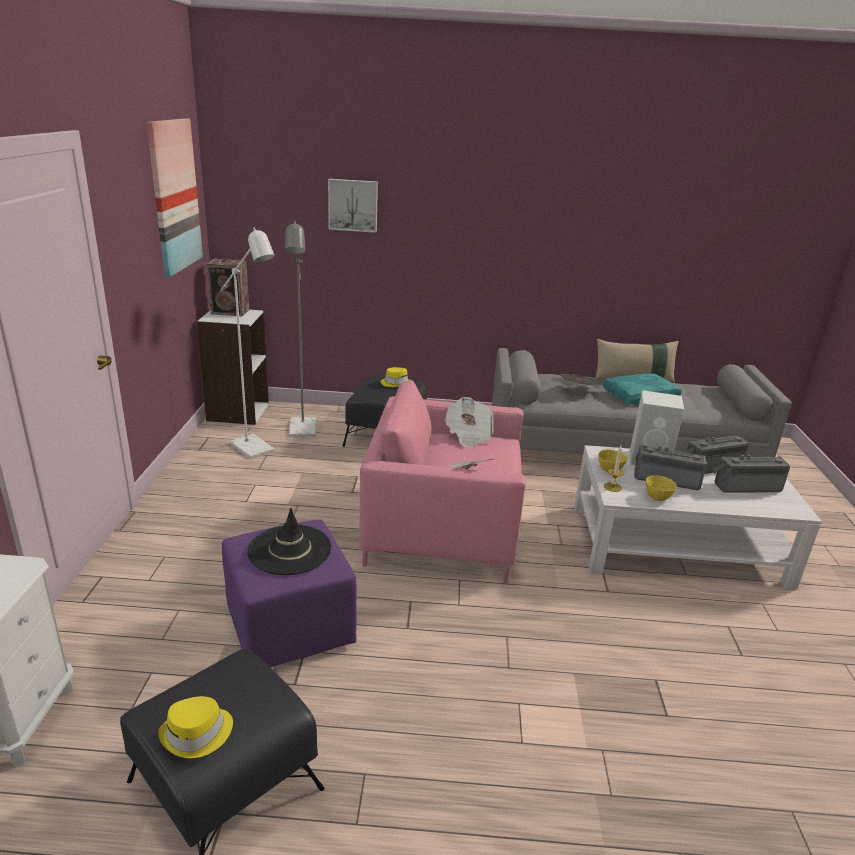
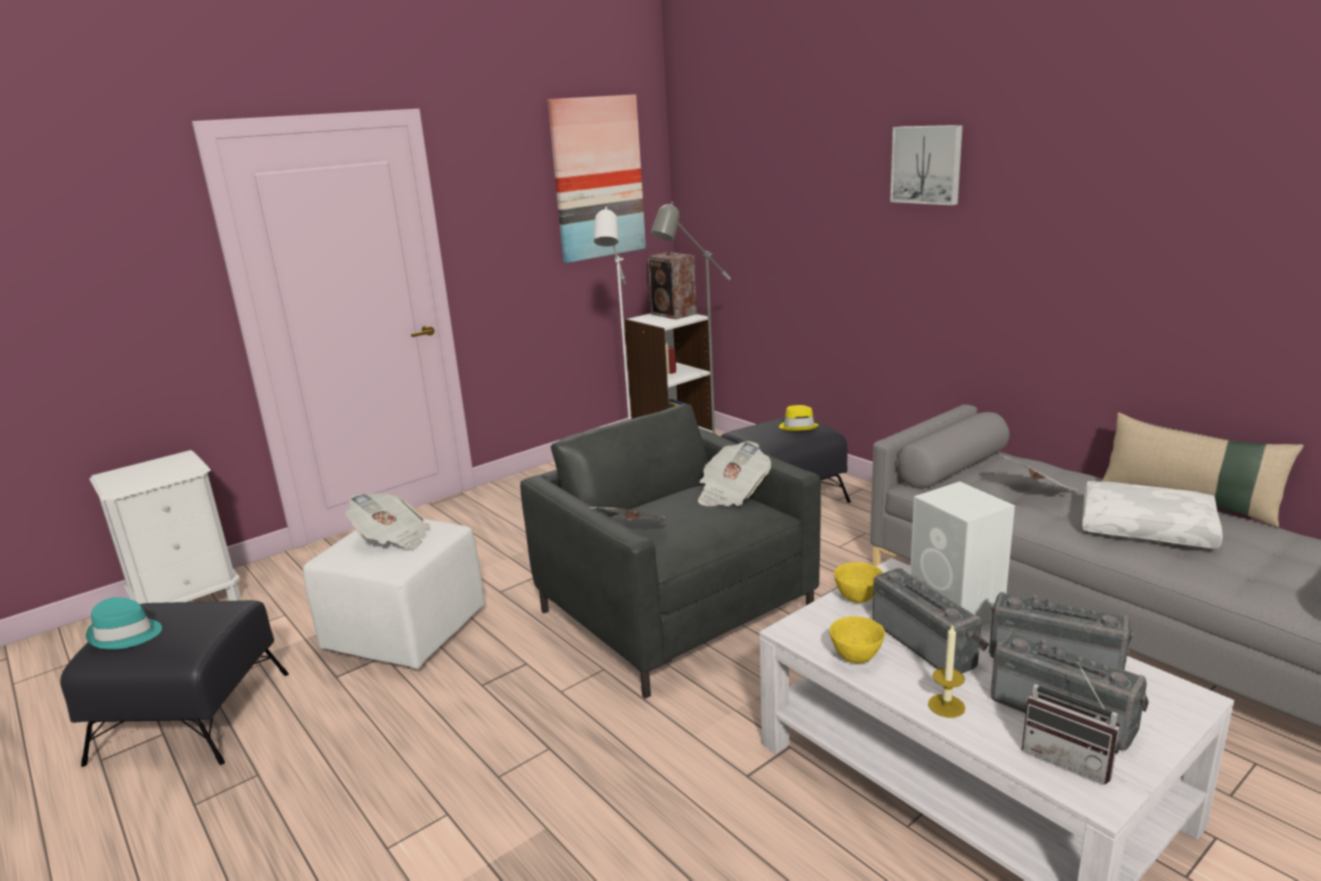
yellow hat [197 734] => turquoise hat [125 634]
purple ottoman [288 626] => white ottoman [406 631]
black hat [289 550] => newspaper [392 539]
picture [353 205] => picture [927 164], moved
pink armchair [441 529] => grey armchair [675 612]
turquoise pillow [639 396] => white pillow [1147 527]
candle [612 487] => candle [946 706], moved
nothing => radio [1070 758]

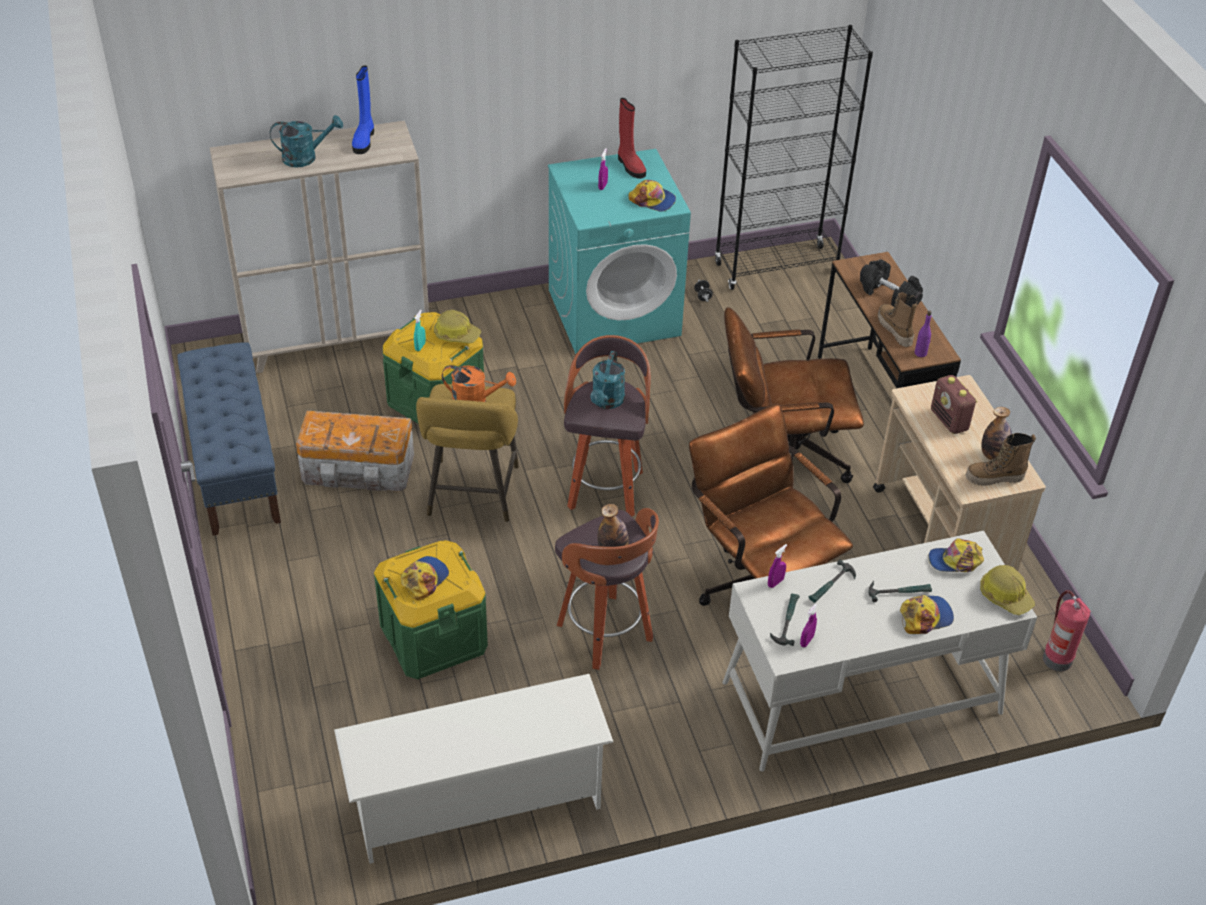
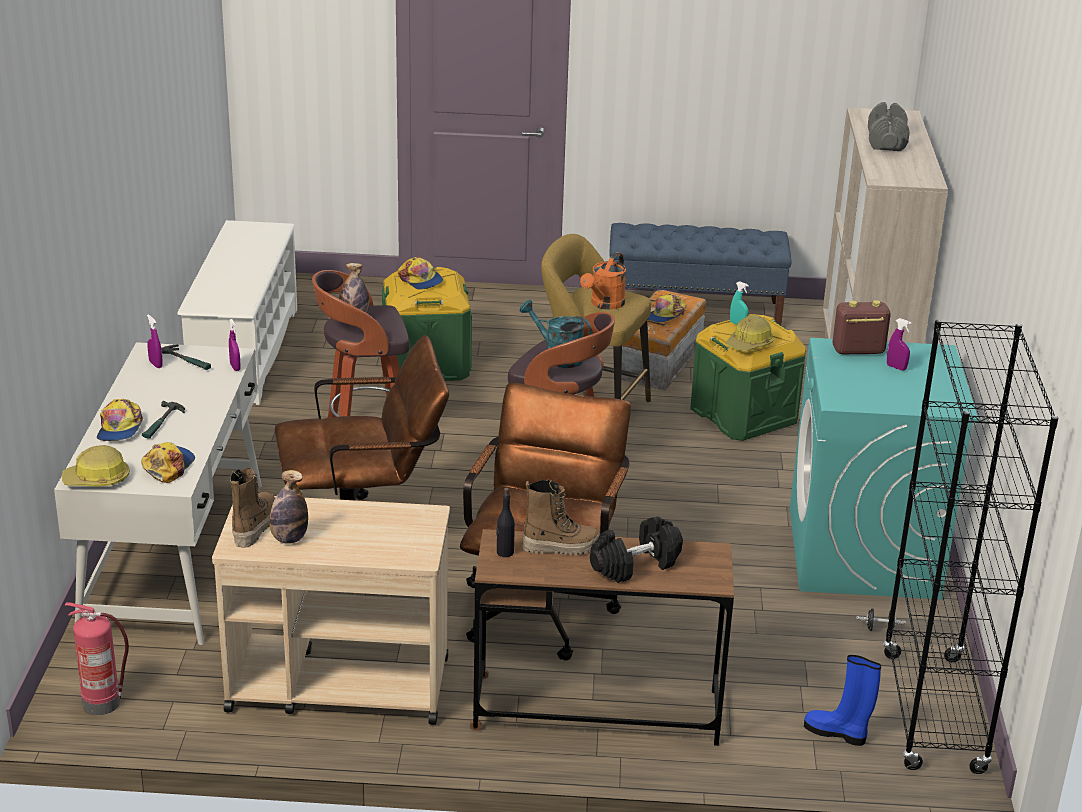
turquoise watering can [306 157] => grey dumbbell [886 141]
blue boot [364 140] => blue boot [837 733], moved
red boot [630 166] => nothing
cap [653 200] => cap [665 316], moved
hammer [831 586] => nothing
purple bottle [920 353] => black bottle [504 552]
radio [949 421] => radio [857 351], moved

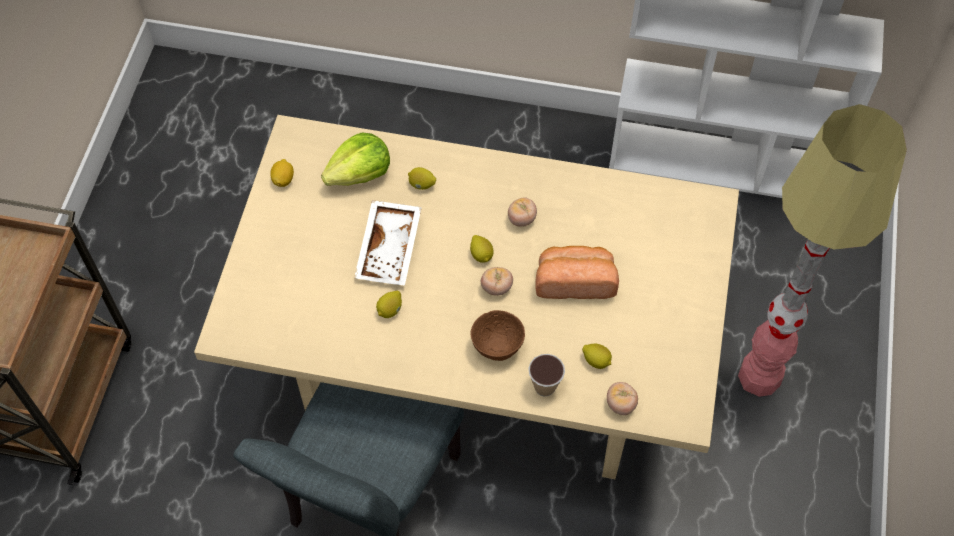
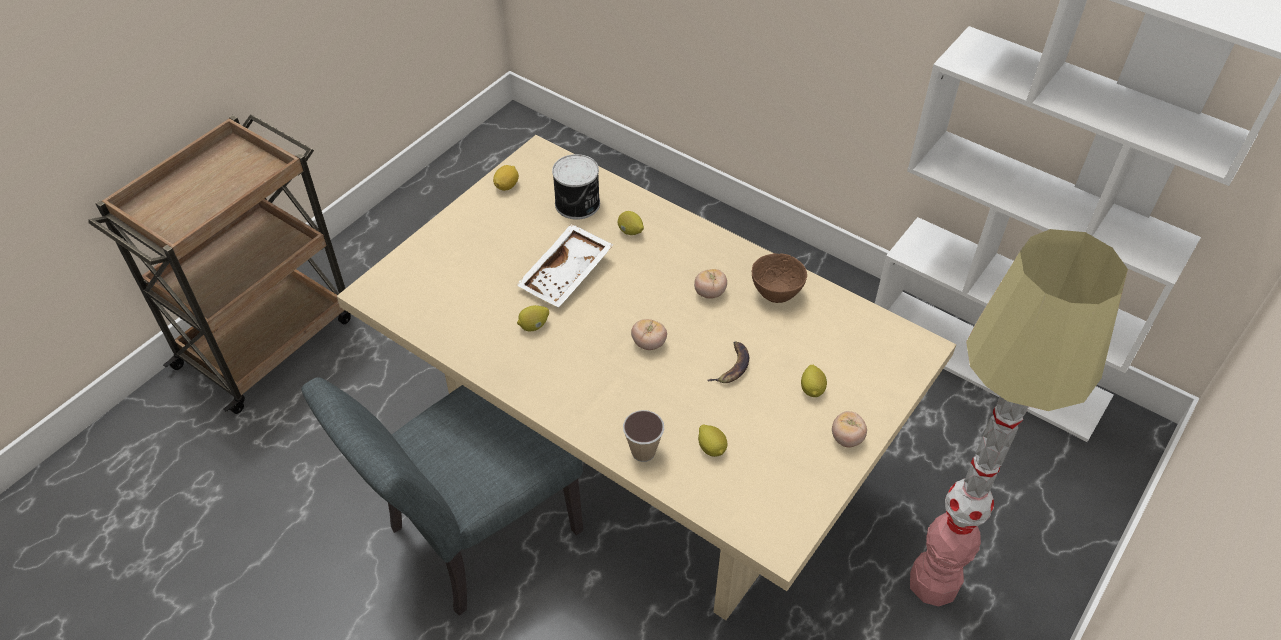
lettuce [360 174] => can [578 204]
lemon [481 255] => lemon [812 389], moved
brown bowl [497 348] => brown bowl [776 295], moved
bread [575 281] => banana [732 366]
tomato [620 404] => tomato [846 438], moved

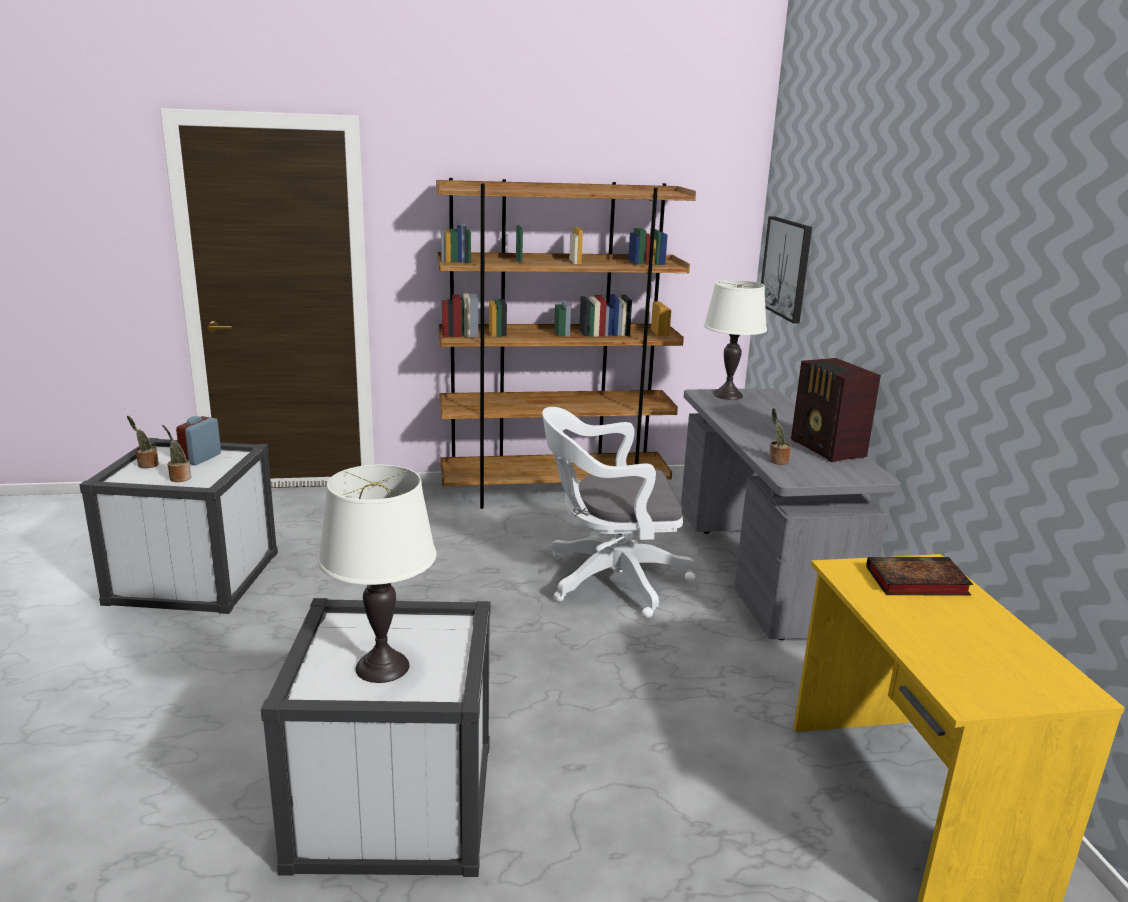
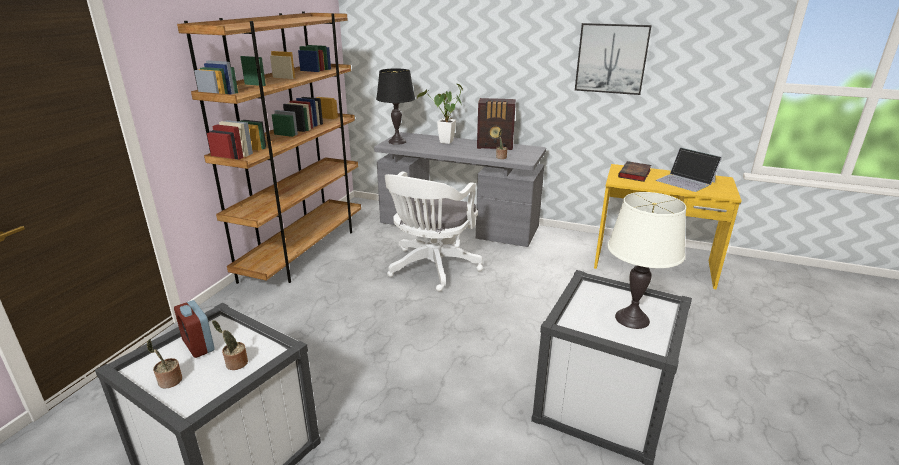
white table lamp [728 395] => black table lamp [397 142]
picture [786 268] => picture [611 58], moved
nothing => potted plant [445 143]
nothing => laptop [686 181]

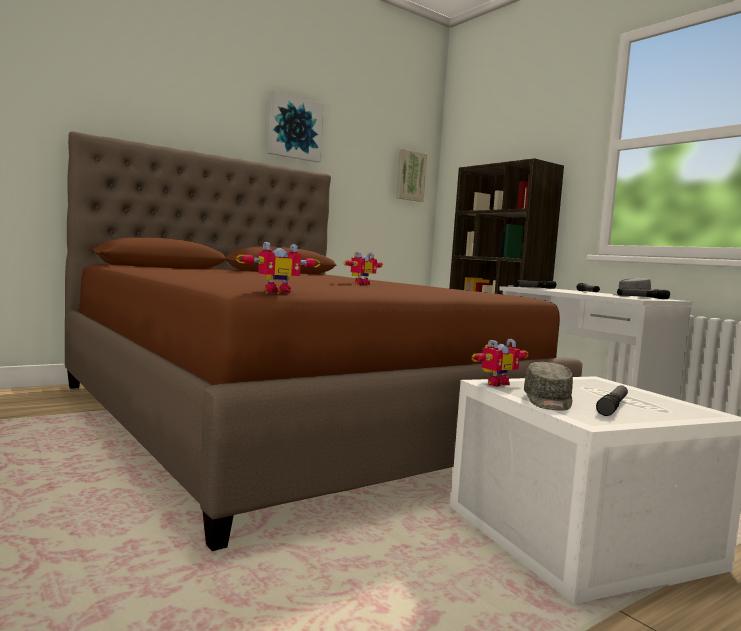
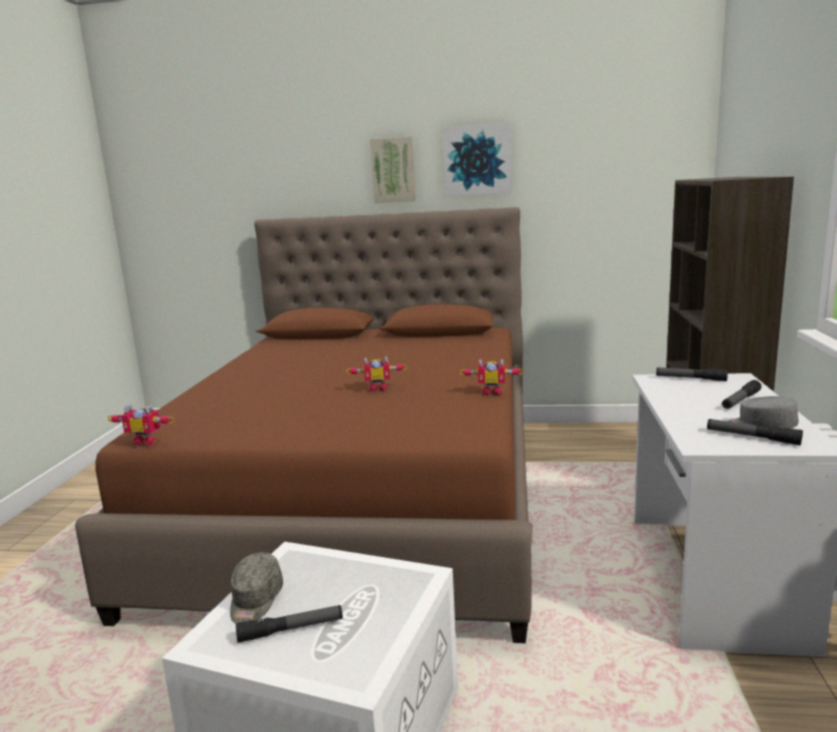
picture [410 176] => picture [393 170], moved
toy robot [495 383] => toy robot [492 392], moved
grey cap [548 401] => grey cap [255 601], 45 degrees counterclockwise

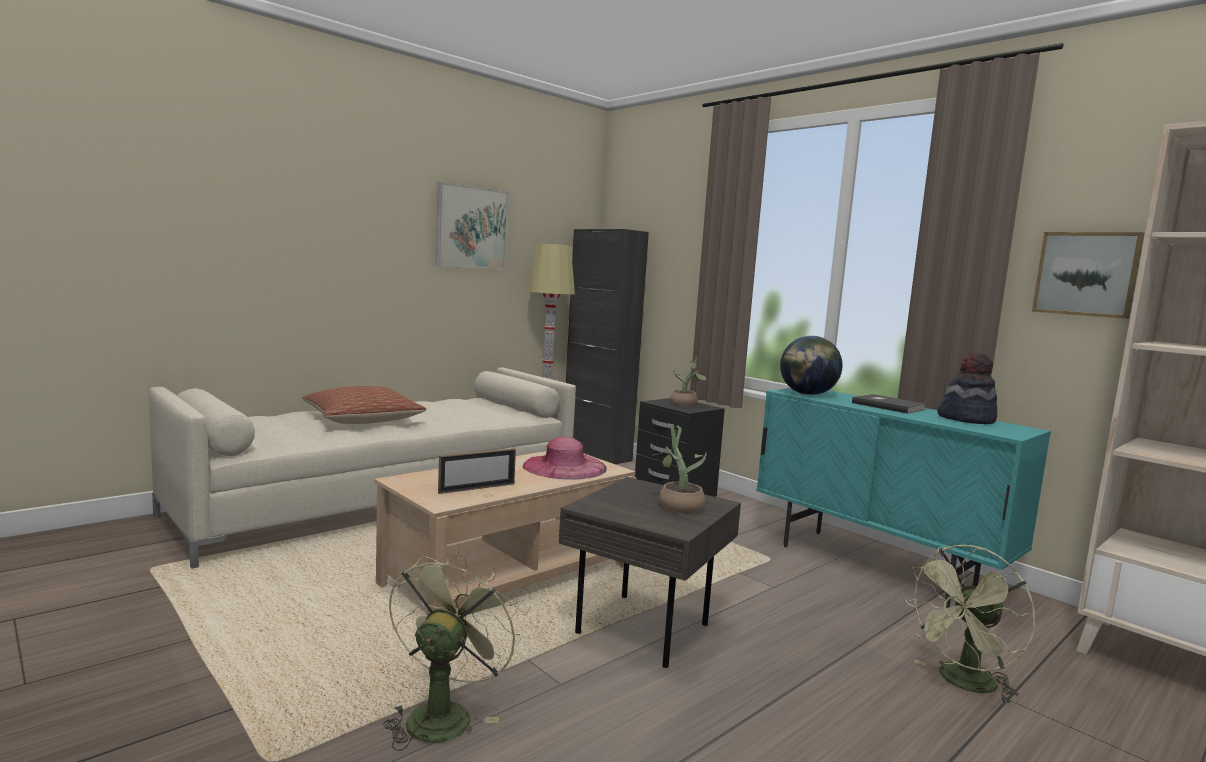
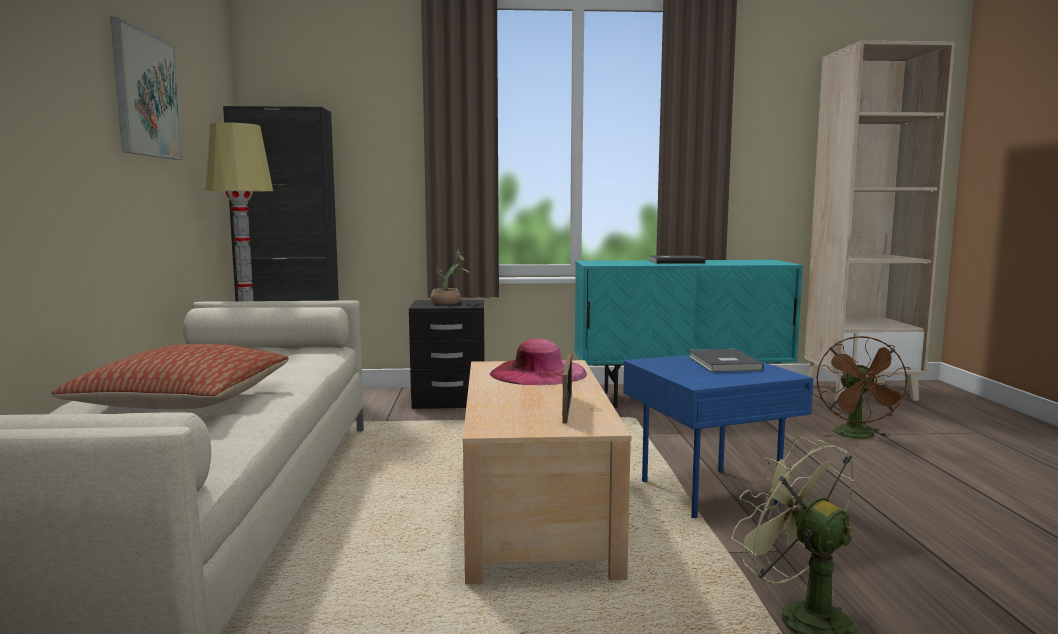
grey side table [647 629] => blue side table [709 491]
potted plant [677 505] => grey book [722 363]
globe [807 394] => nothing
green fan [962 684] => brown fan [858 437]
hat [966 419] => nothing
picture [1086 274] => nothing

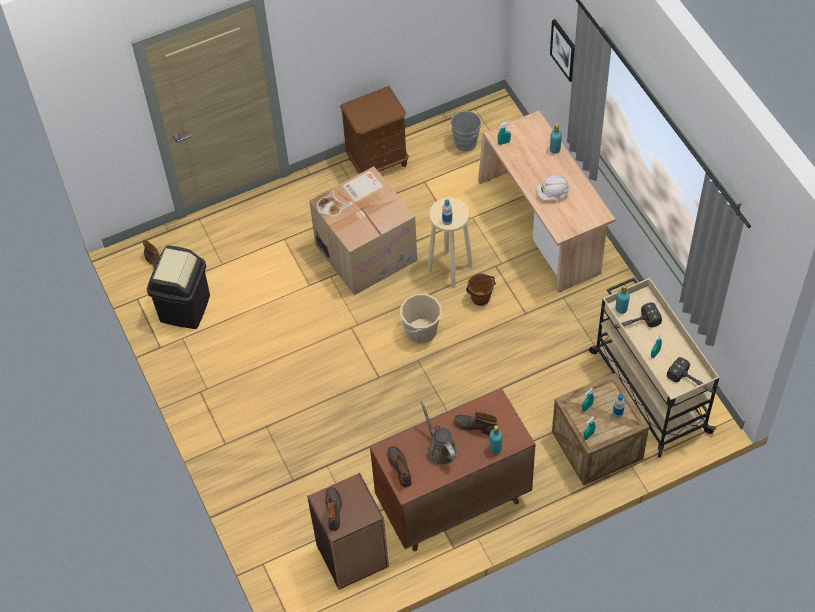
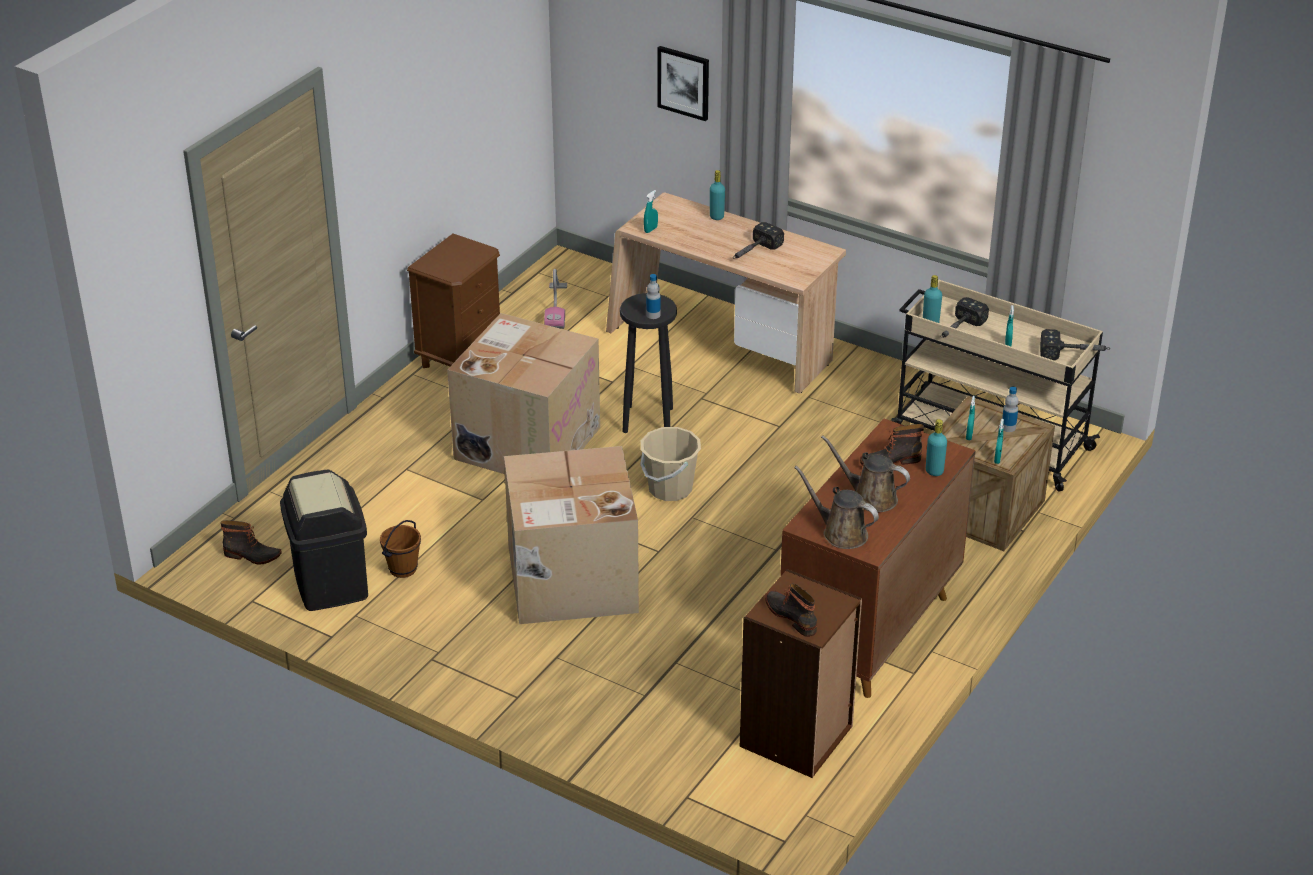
boot [400 467] => brown watering can [841 533]
beige stool [450 268] => black stool [648 420]
grey bucket [464 144] => vacuum cleaner [556 307]
brown bucket [480 298] => brown bucket [402 569], moved
white hard hat [552 193] => hammer [753 252]
nothing => cardboard box [570 581]

